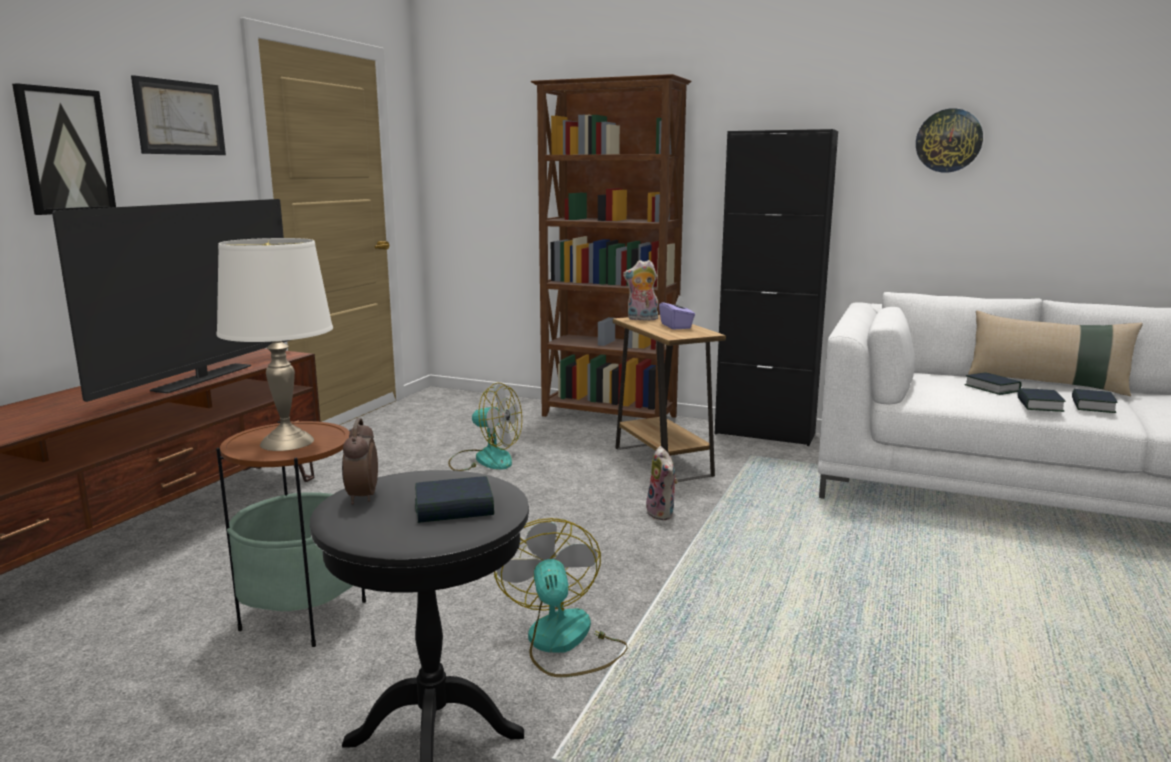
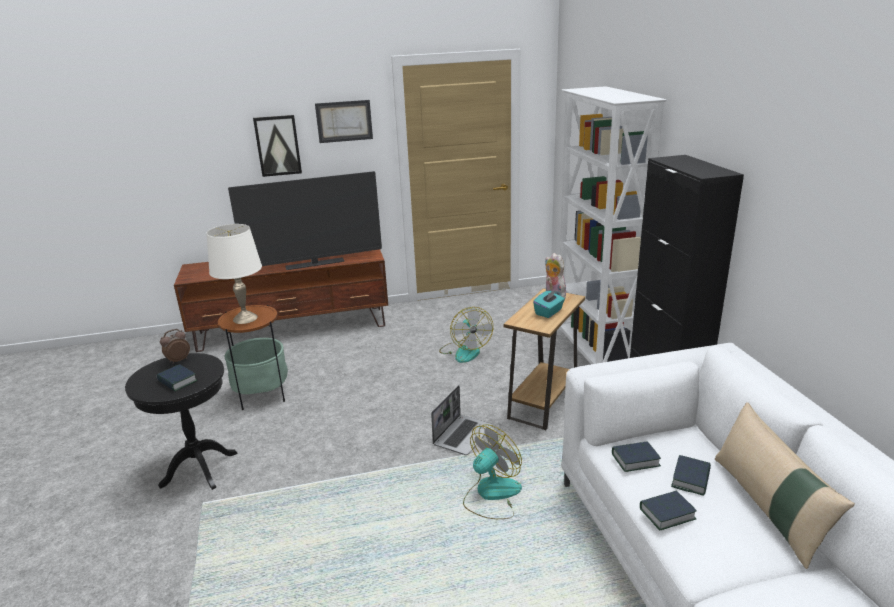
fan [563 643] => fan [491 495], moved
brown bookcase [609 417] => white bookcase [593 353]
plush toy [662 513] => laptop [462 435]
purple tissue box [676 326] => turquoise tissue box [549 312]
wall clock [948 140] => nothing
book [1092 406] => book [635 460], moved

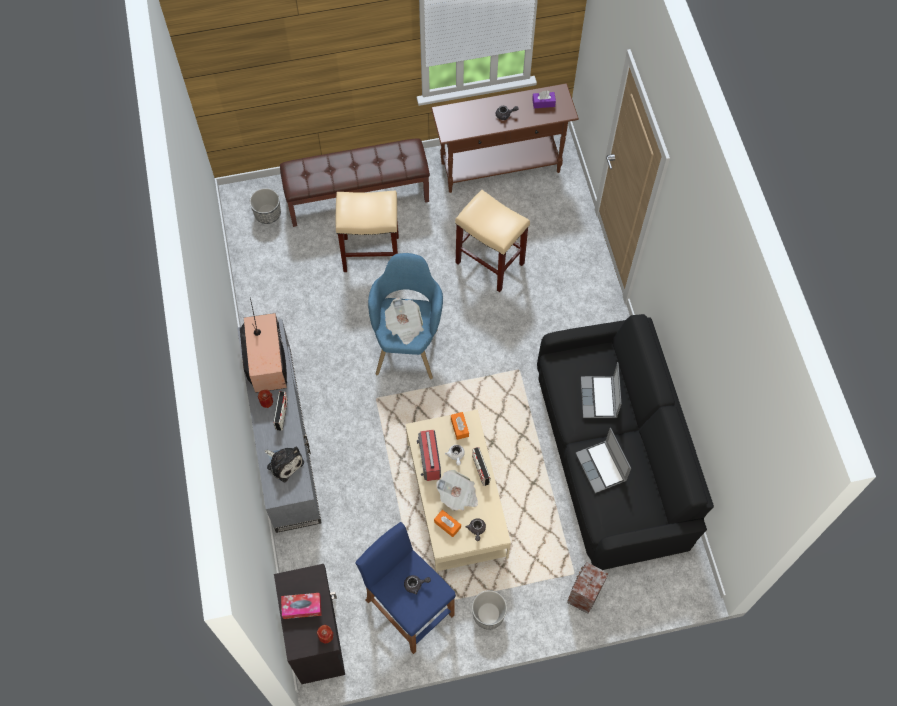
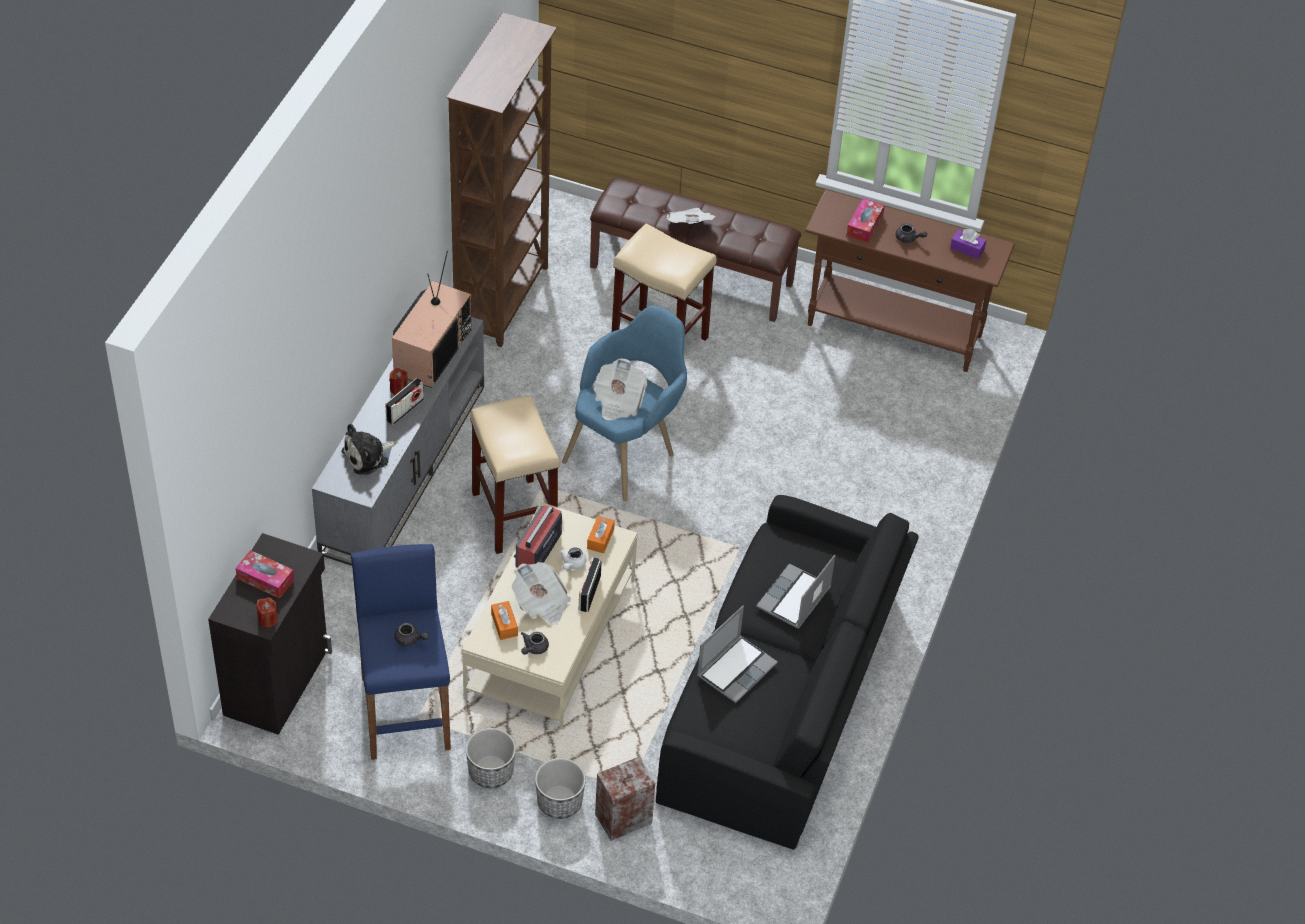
planter [267 214] => planter [559 801], moved
plush toy [284 463] => plush toy [368 456], 75 degrees clockwise
beige stool [491 263] => beige stool [515 516], moved
laptop [602 467] => laptop [736 669], 150 degrees counterclockwise
nothing => brown bookcase [503 299]
nothing => newspaper [689 226]
nothing => tissue box [864 225]

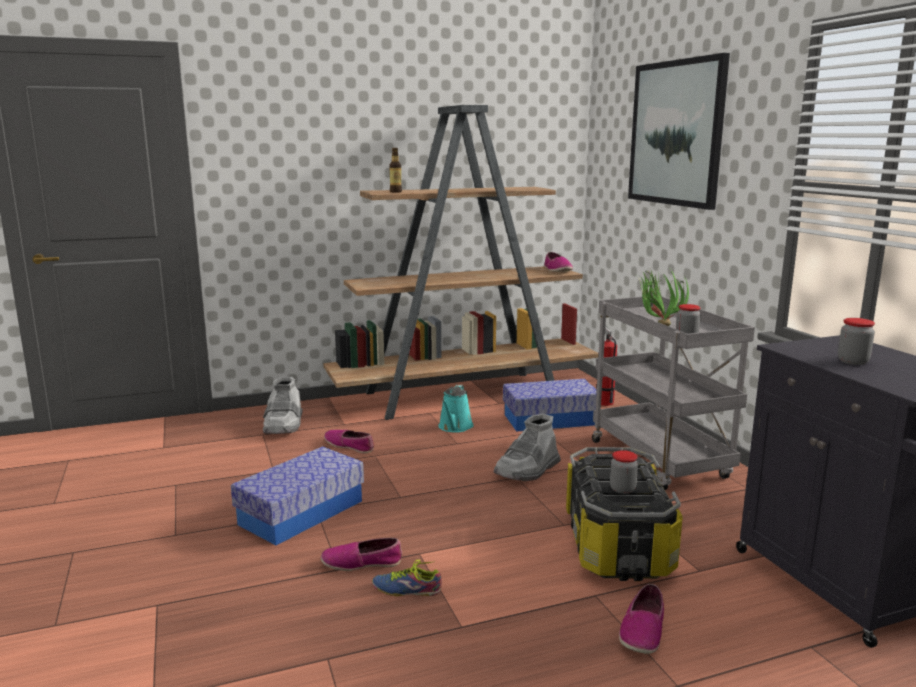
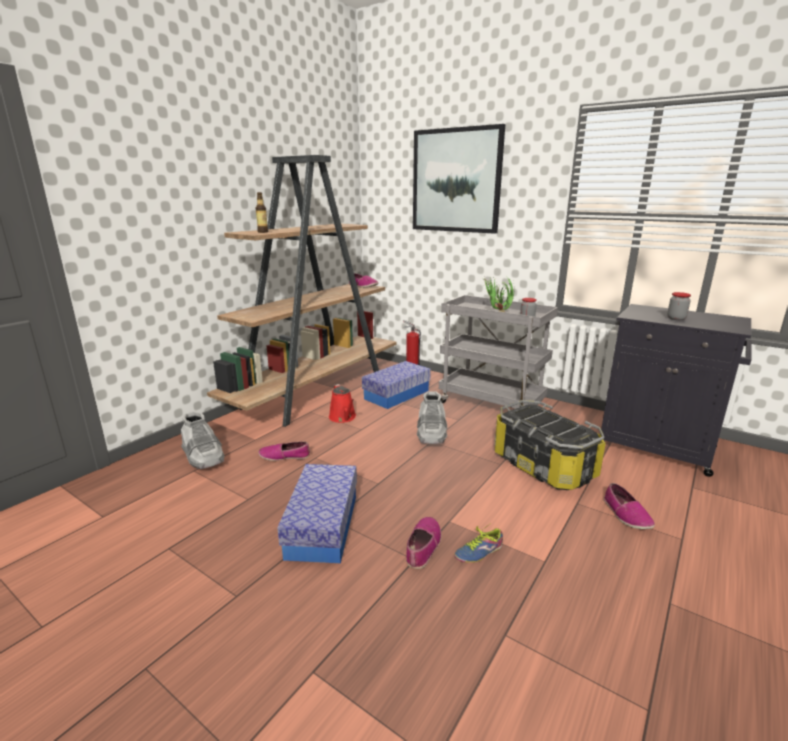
shoe [362 563] => shoe [423 546], 150 degrees clockwise
turquoise watering can [455 427] => red watering can [343 418]
jar [622 489] => nothing

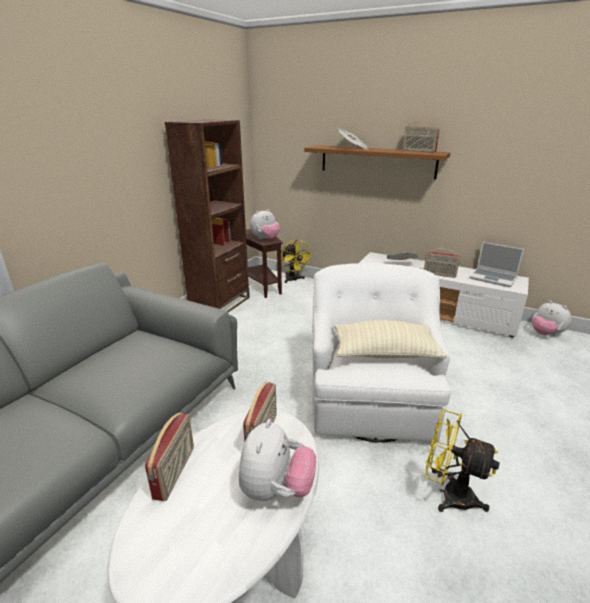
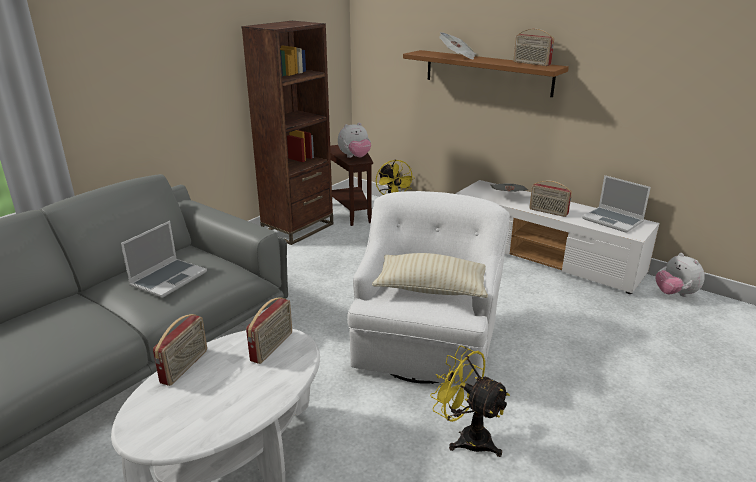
plush toy [276 490] => nothing
nothing => laptop [169 278]

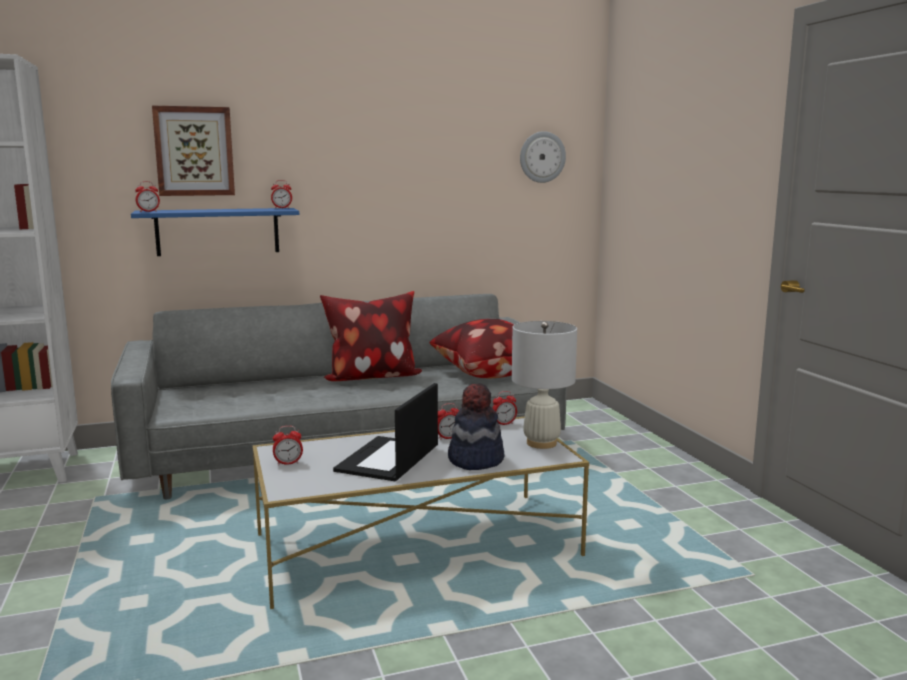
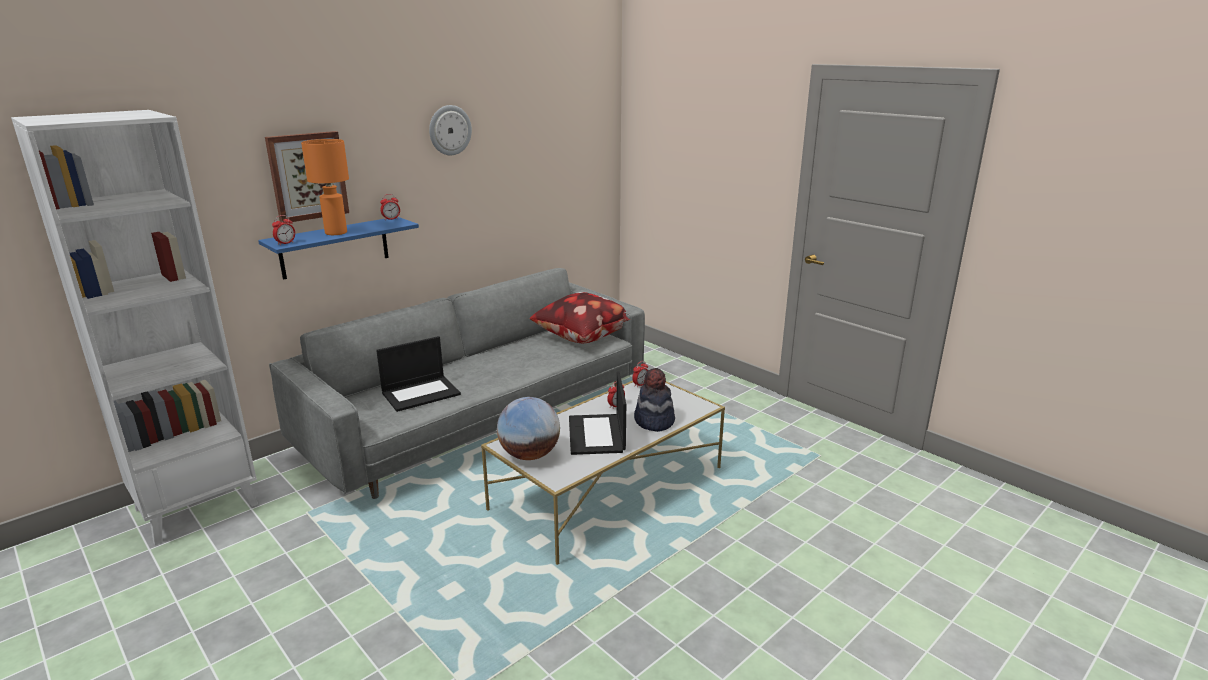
alarm clock [288 463] => globe [529 455]
pillow [371 377] => nothing
white table lamp [541 443] => nothing
wall clock [542 157] => wall clock [449 130], moved
nothing => orange table lamp [336 233]
nothing => laptop [421 393]

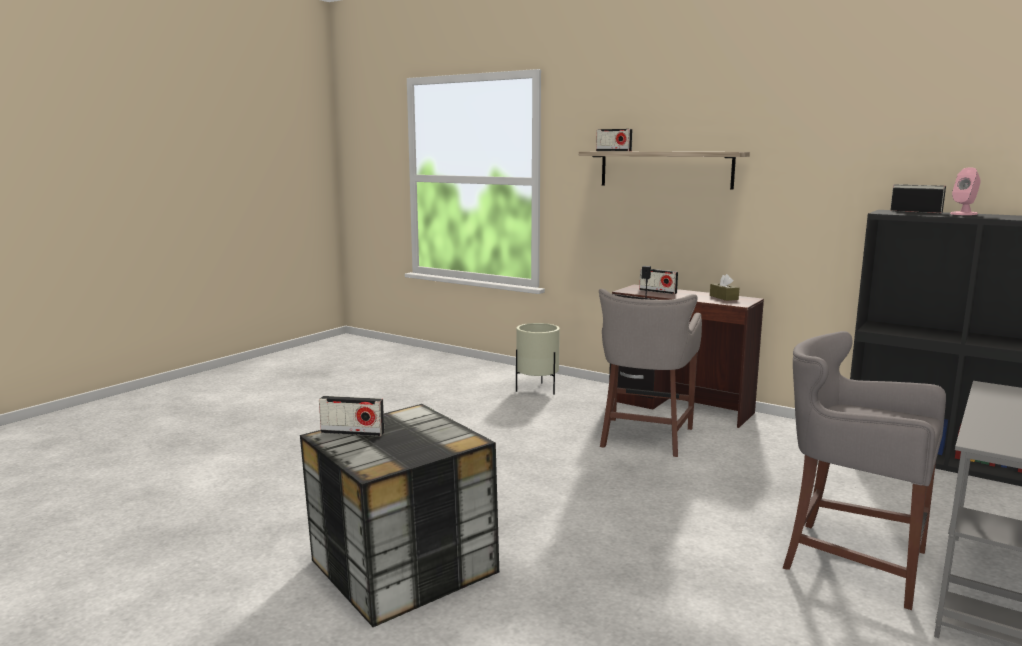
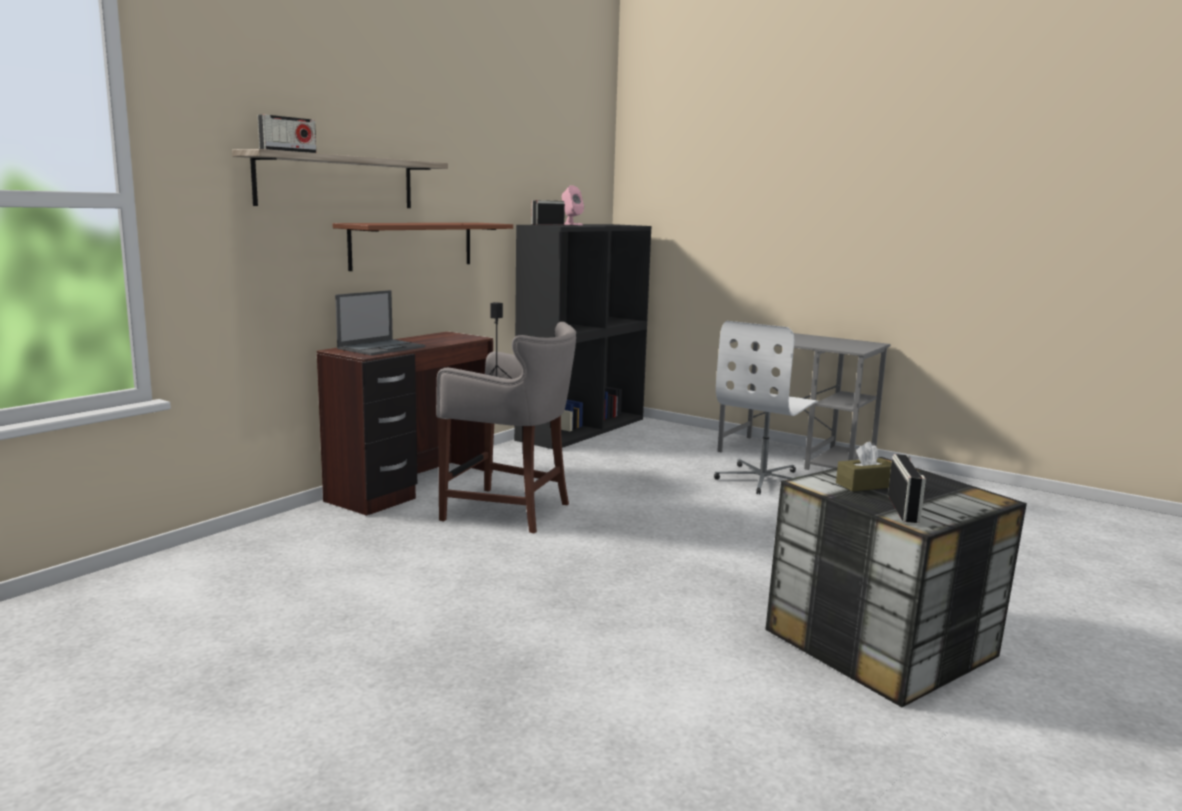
beige planter [537 389] => nothing
radio [658 291] => laptop [382 348]
brown tissue box [723 297] => brown tissue box [865 485], moved
grey stool [849 559] => white office chair [763 480]
nothing => brown shelf [412 245]

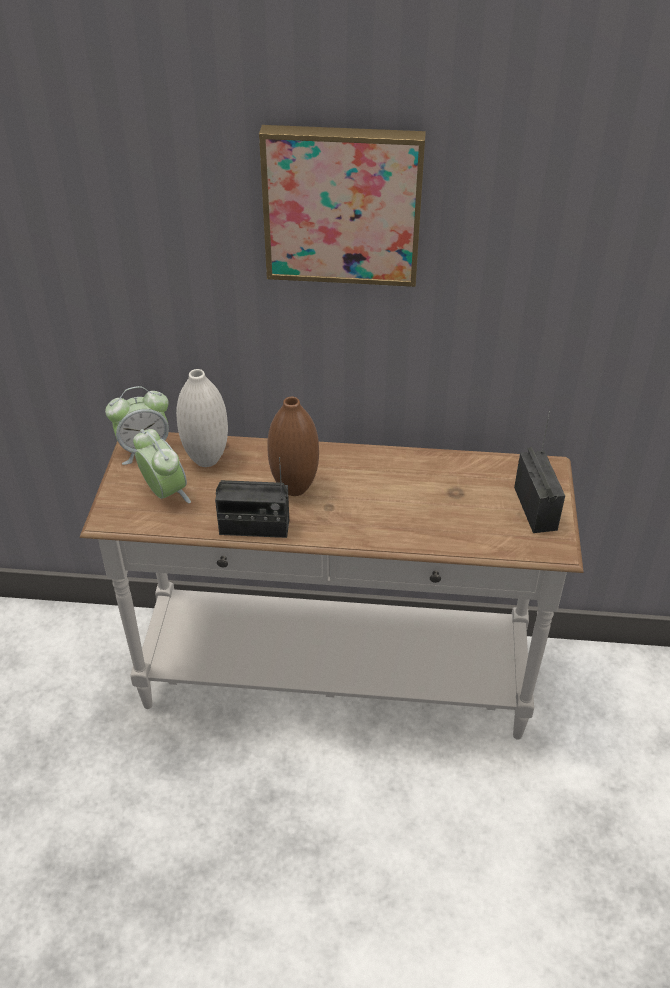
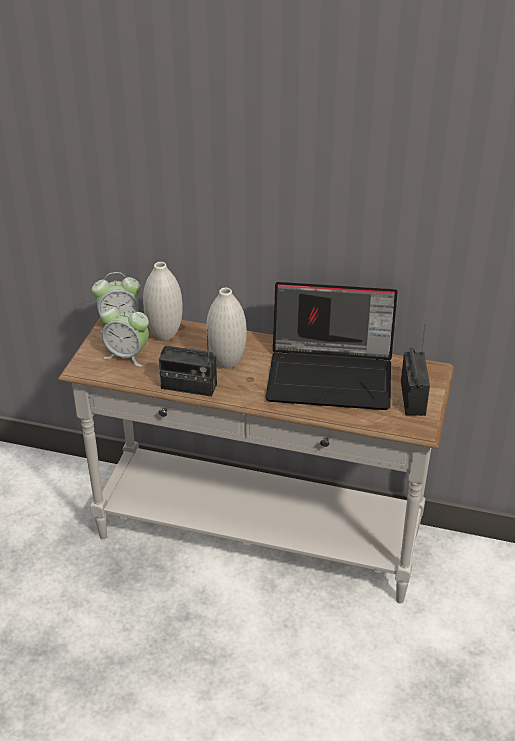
alarm clock [164 493] => alarm clock [127 355], 135 degrees clockwise
picture [342 204] => nothing
brown vase [294 488] => white vase [227 362]
nothing => laptop [332 375]

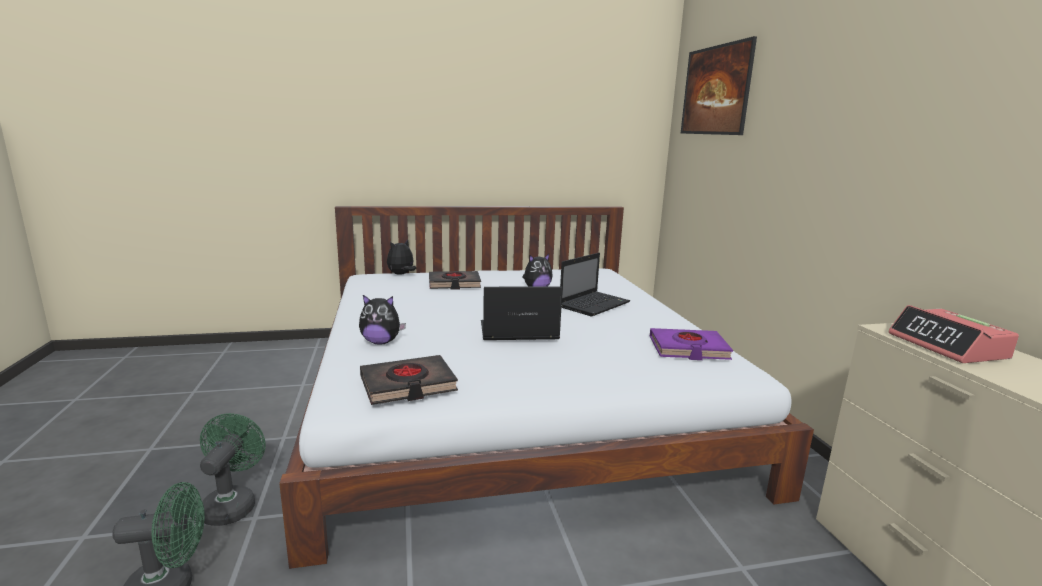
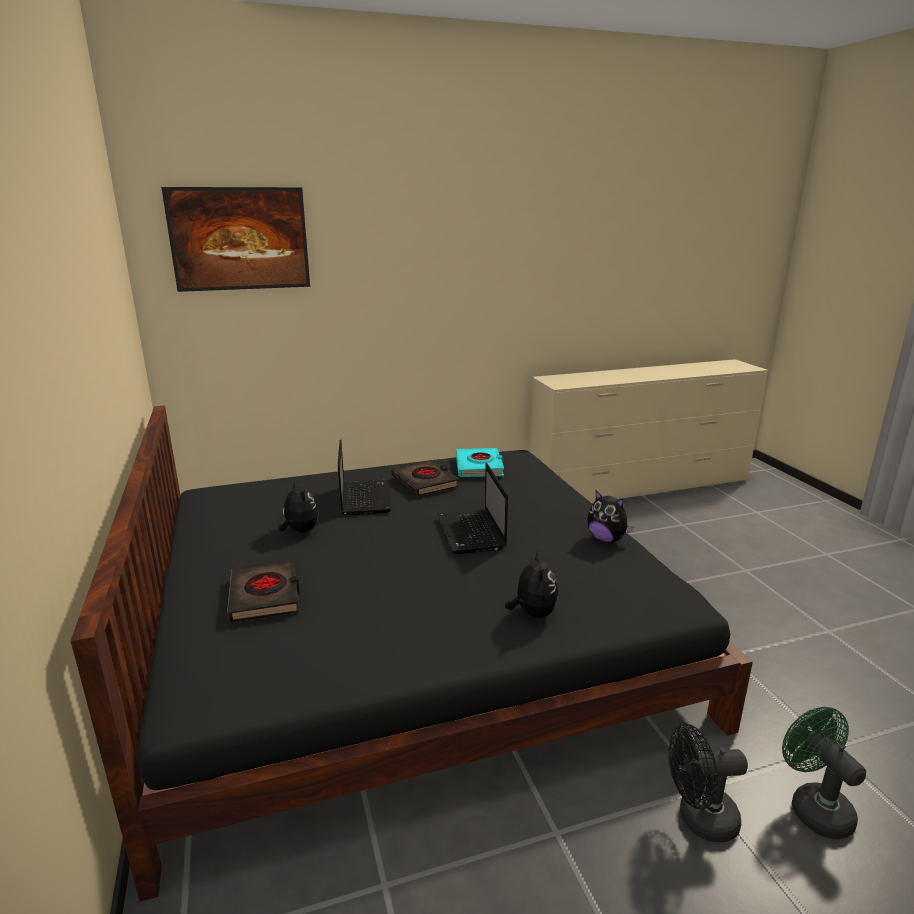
green fan [232 504] => black fan [699 819]
white bed [513 399] => black bed [407 633]
black book [408 385] => black book [425 482], moved
plush toy [401 274] => plush toy [606 539], moved
laptop [595 304] => laptop [364 498], 45 degrees clockwise
purple book [688 349] => turquoise book [479 467]
alarm clock [947 347] => nothing

